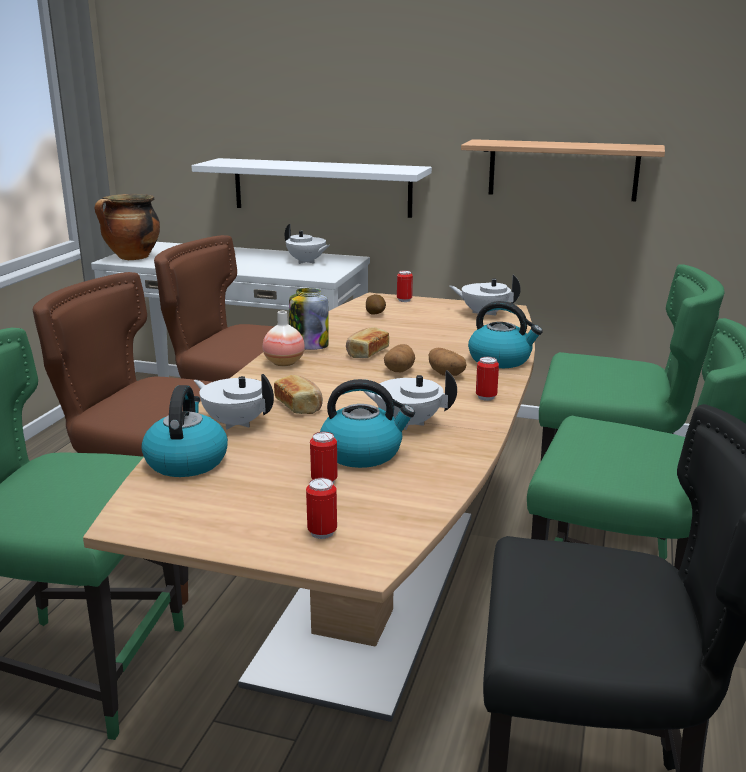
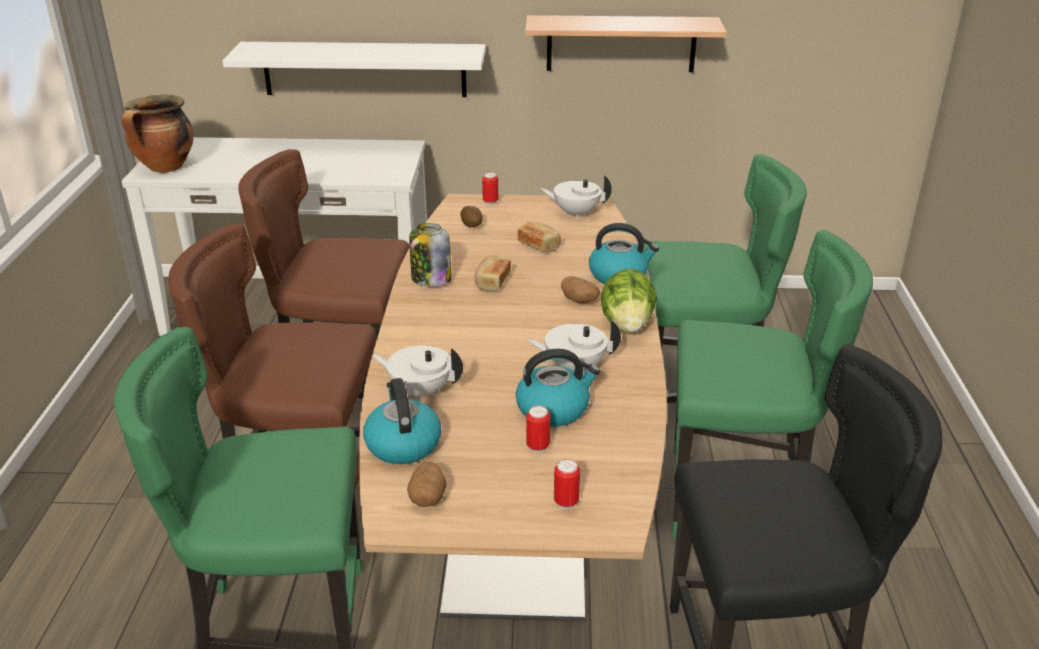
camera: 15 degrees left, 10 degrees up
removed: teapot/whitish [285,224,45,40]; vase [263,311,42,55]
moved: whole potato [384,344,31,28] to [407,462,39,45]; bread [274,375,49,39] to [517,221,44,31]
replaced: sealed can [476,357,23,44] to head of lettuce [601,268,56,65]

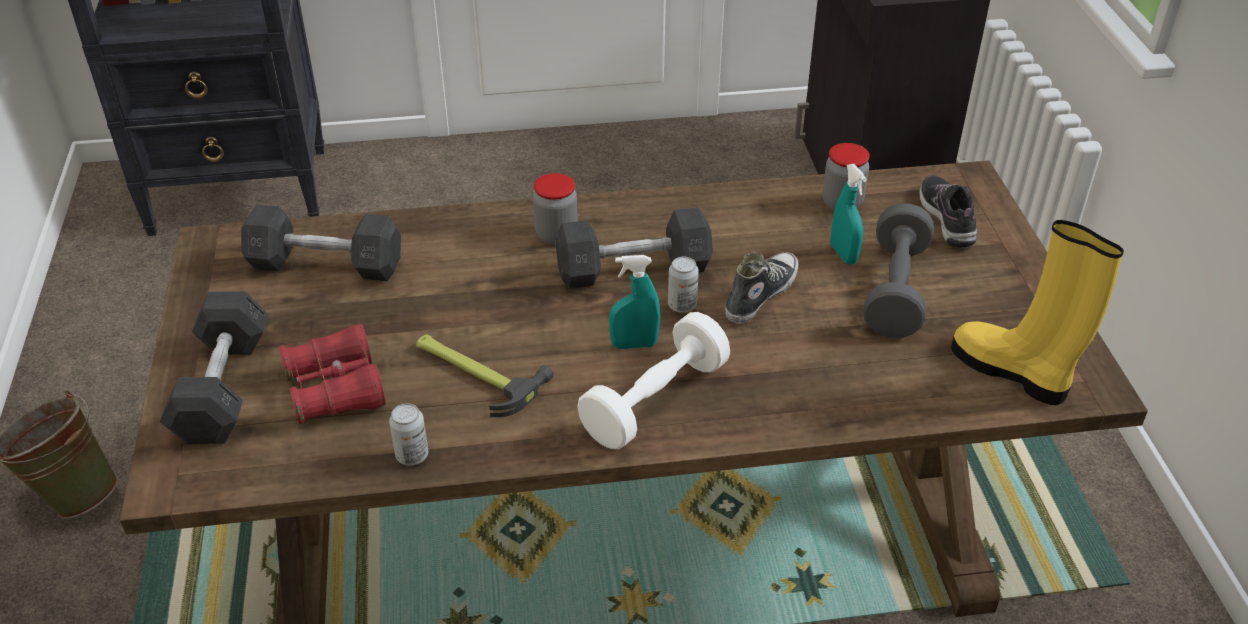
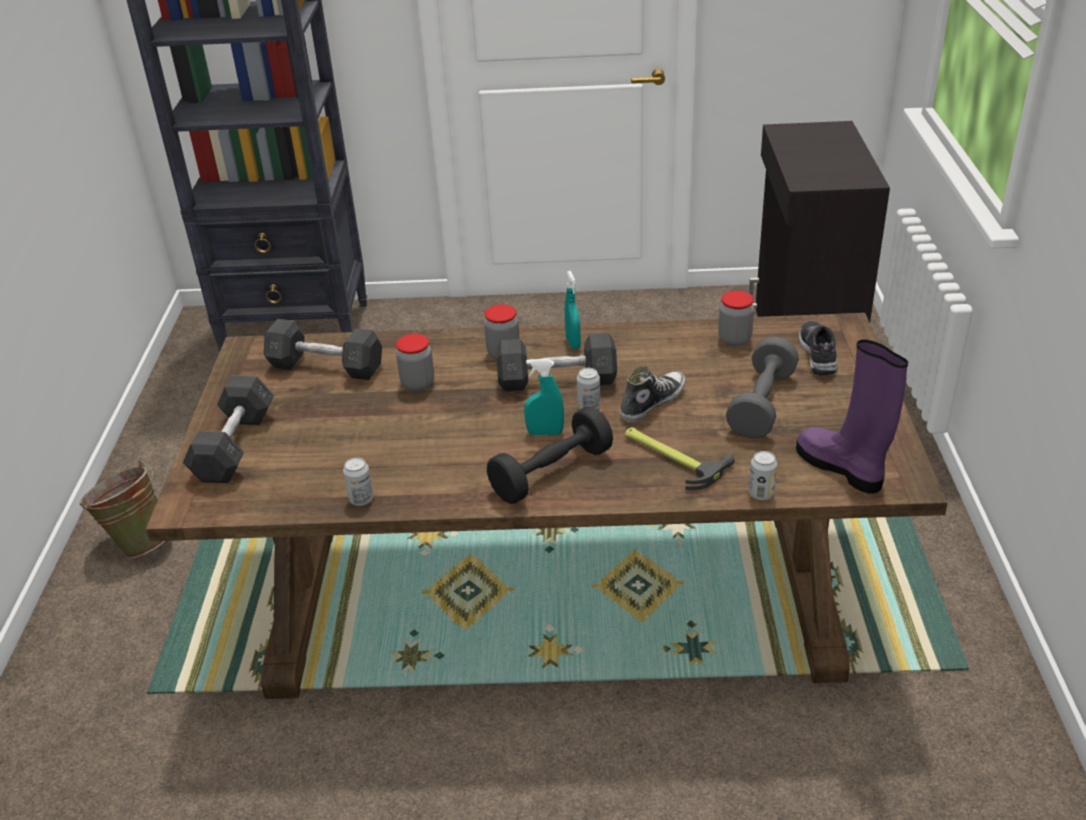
camera: 10 degrees right, 5 degrees down
removed: binoculars/red-coloured [279,324,107,100]
added: preserve jar [396,334,38,57]; sealed can [749,451,28,49]
moved: spray bottle/blue-green [831,164,36,100] to [565,271,16,78]; hand hammer [416,334,138,83] to [625,427,110,63]
recoloured: high-top boot/yellowish [951,220,173,185] to high-top boot/purple-coloured [796,339,112,155]; hand weight/whitish [578,312,152,137] to hand weight/black [487,406,126,98]

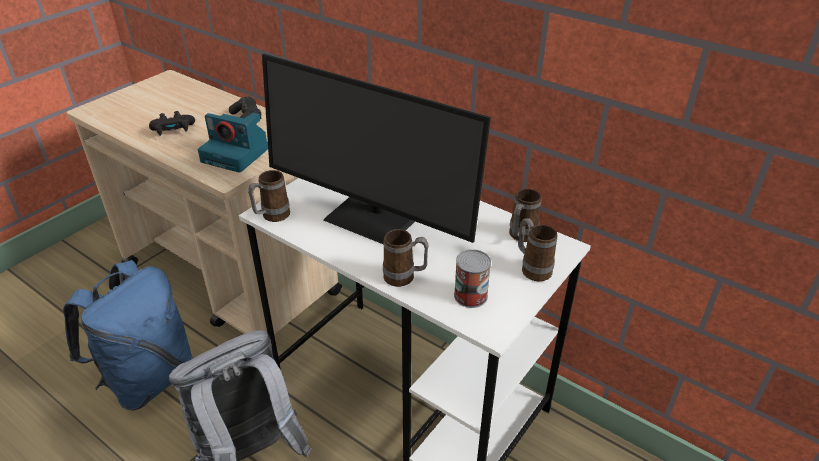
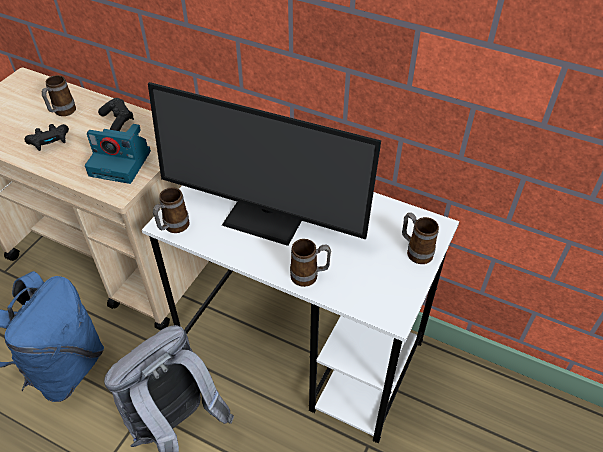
camera: 10 degrees left, 10 degrees up
removed: sealed can [454,249,37,59]
moved: tea mug [509,188,32,54] to [42,75,34,41]

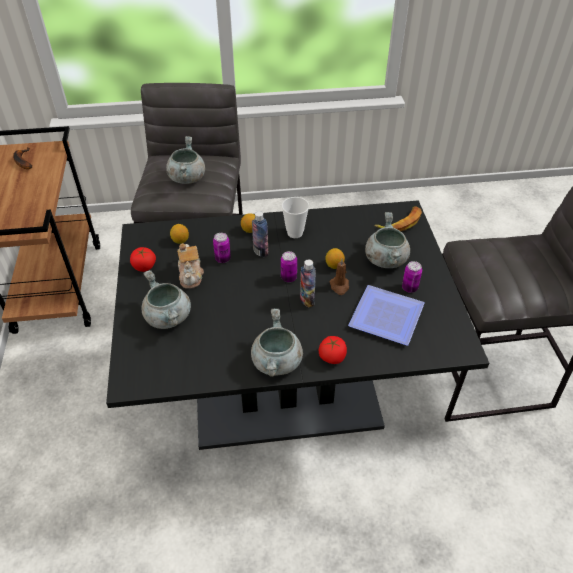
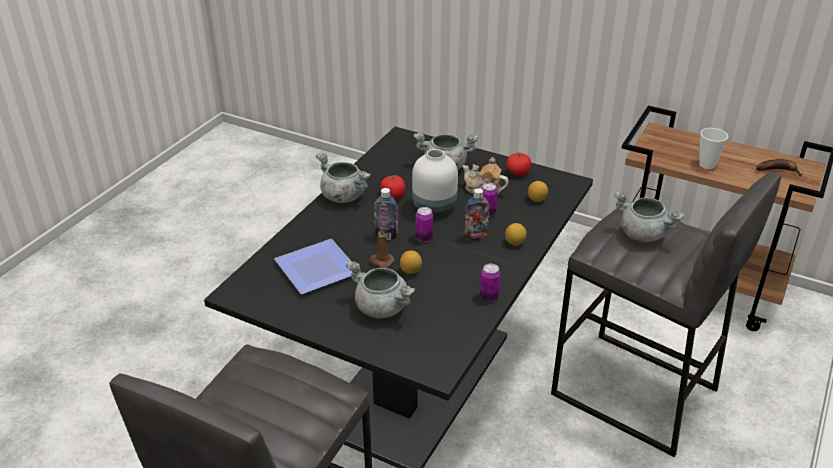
camera: 125 degrees right, 10 degrees down
removed: whole banana [374,207,48,24]
added: vase/whitish [412,149,46,67]
moved: drinking cup [282,197,27,41] to [699,128,29,41]; sealed can [402,261,20,32] to [480,264,21,37]; tomato [319,336,28,28] to [380,175,26,24]

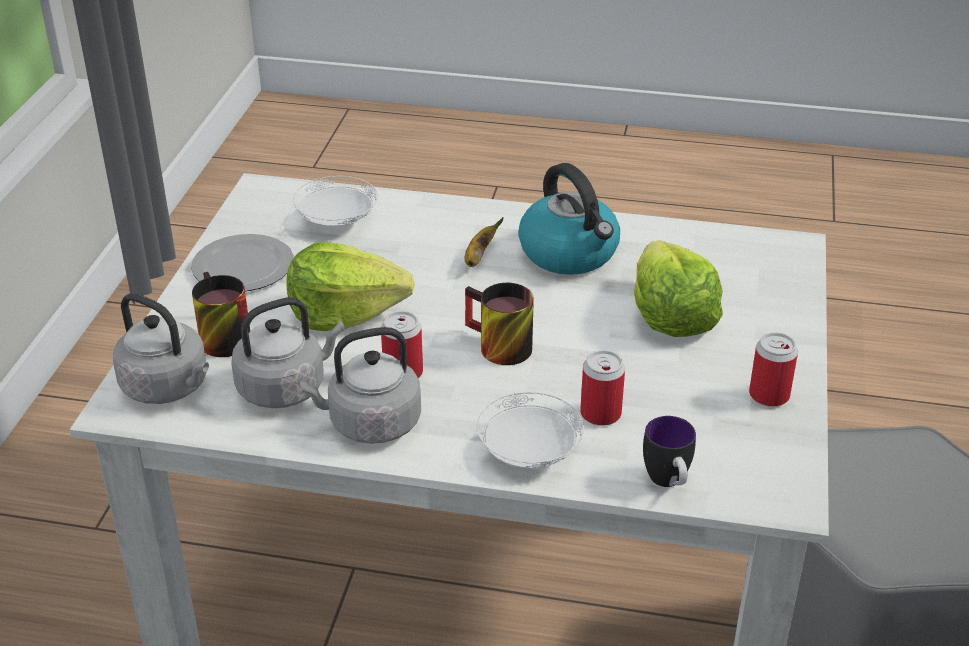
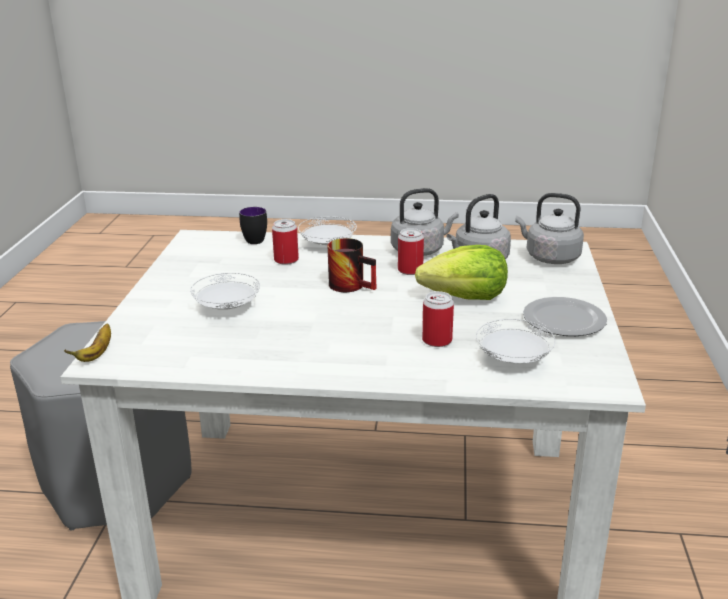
camera: 175 degrees right, 10 degrees down
removed: water kettle [518,163,102,112]; tea mug [192,272,58,85]
moved: whole banana [464,217,39,50] to [64,323,47,39]; sealed can [749,333,49,74] to [422,291,32,56]
replaced: head of lettuce [634,240,89,97] to flat dish/whitish [190,273,70,37]

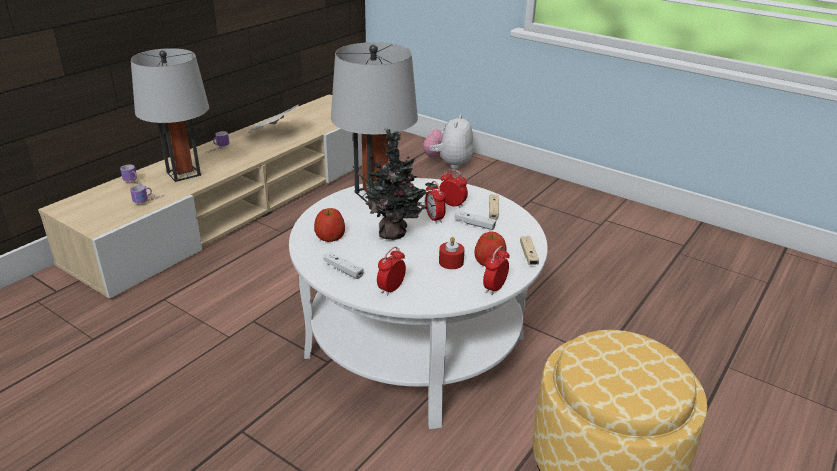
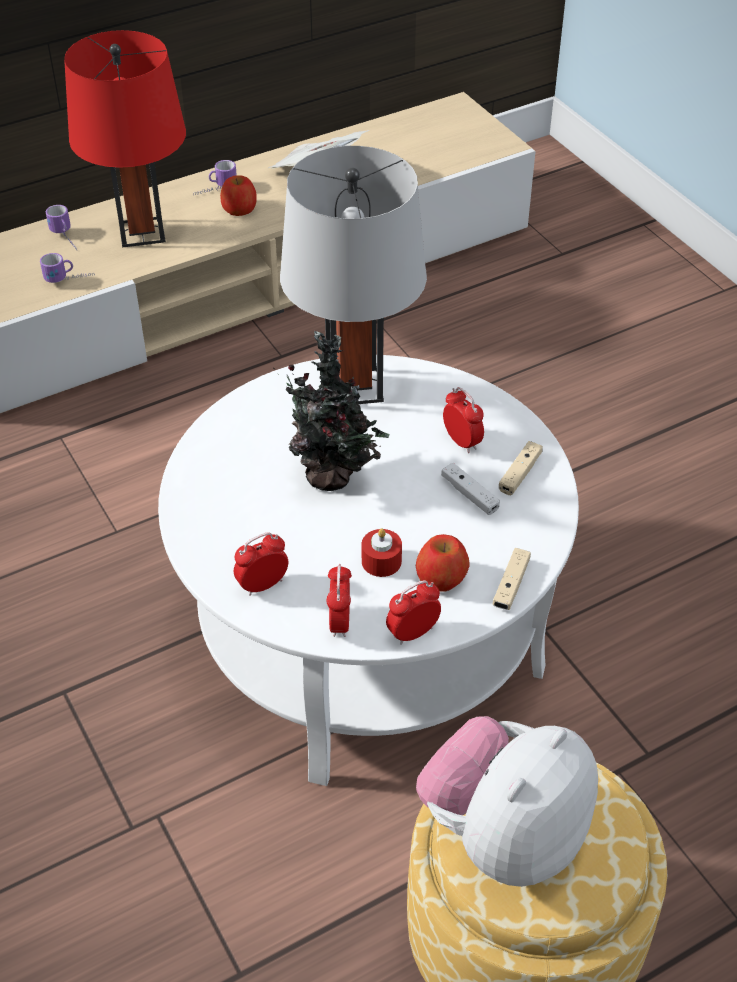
camera: 25 degrees right, 15 degrees up
removed: game controller/whitish [323,252,41,27]
moved: cuddly toy [423,114,51,55] to [416,716,182,171]; alarm clock [425,181,21,43] to [326,564,26,73]; apple [314,208,31,34] to [220,175,37,41]
recoloured: tabletop lamp/greyish [131,48,78,134] to tabletop lamp/red-coloured [64,30,122,218]

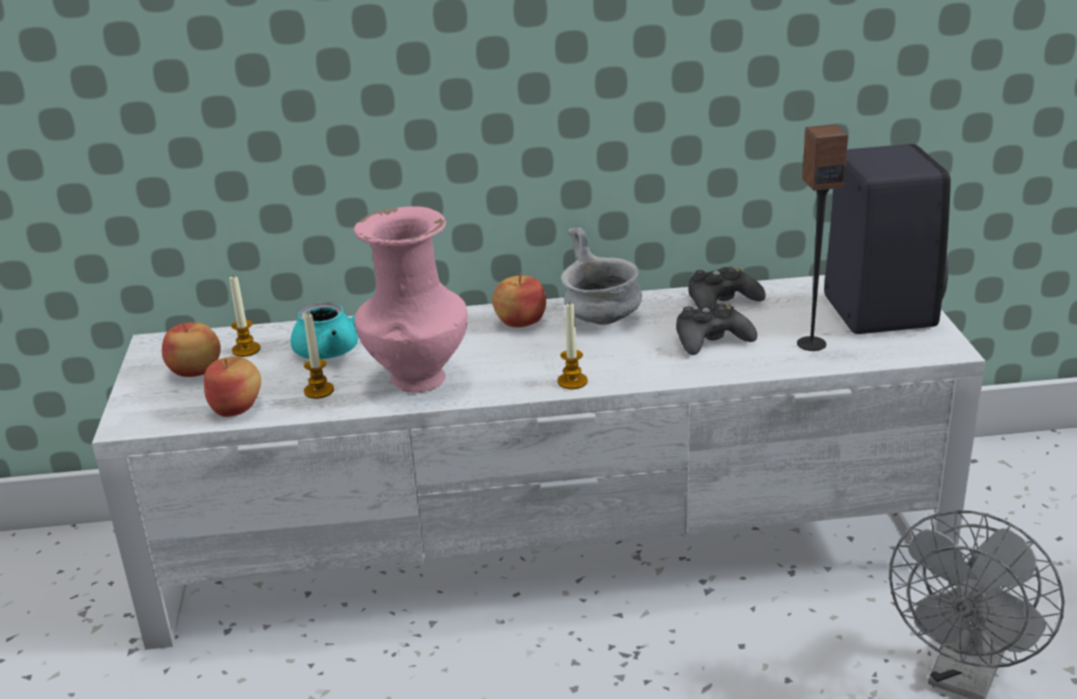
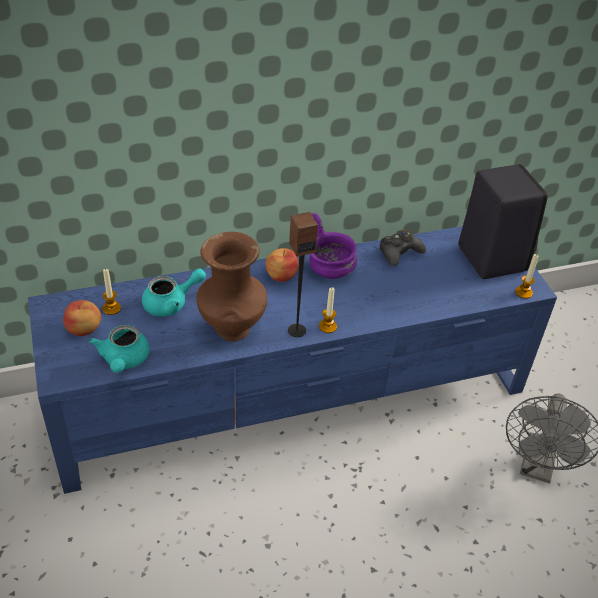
camera: 15 degrees left, 15 degrees up
removed: game controller/black [676,303,81,52]
moved: loudspeaker [797,124,51,227] to [288,212,30,125]; wax candle [304,312,30,87] to [515,254,23,45]
replaced: apple [204,357,57,60] to teapot/blue-green [89,325,61,48]
recoloured: vase/pinkish [354,206,114,187] to vase/brown-coloured [196,232,71,110]; deep dish/greyish [561,228,81,97] to deep dish/purple-coloured [309,213,48,66]; media console/whitish [92,275,893,375] to media console/bluish [28,226,529,268]

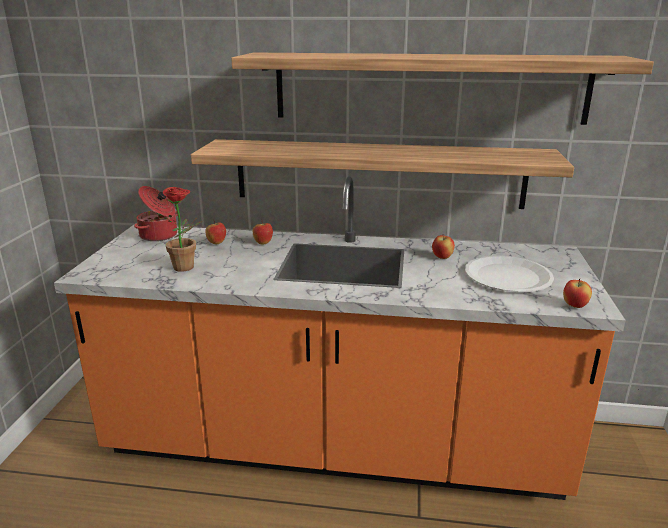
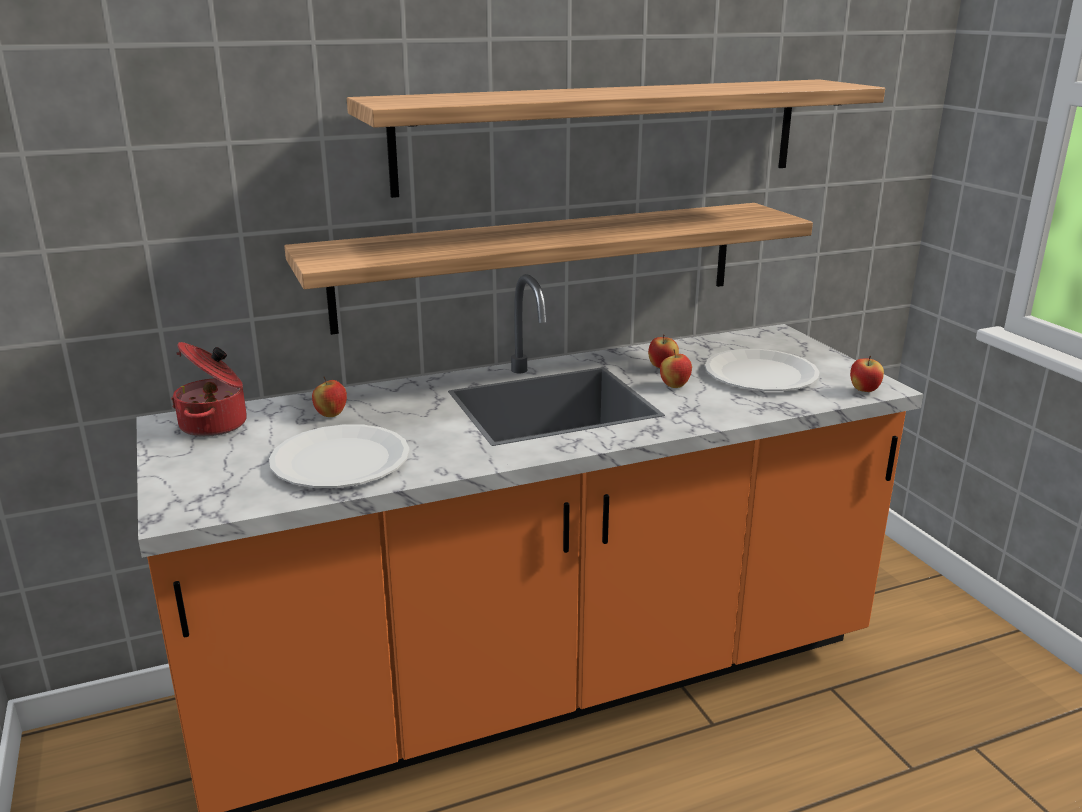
camera: 30 degrees left, 0 degrees up
moved: apple [253,219,20,26] to [660,349,32,39]
replaced: potted plant [157,187,45,85] to flat dish/whitish [269,425,141,63]

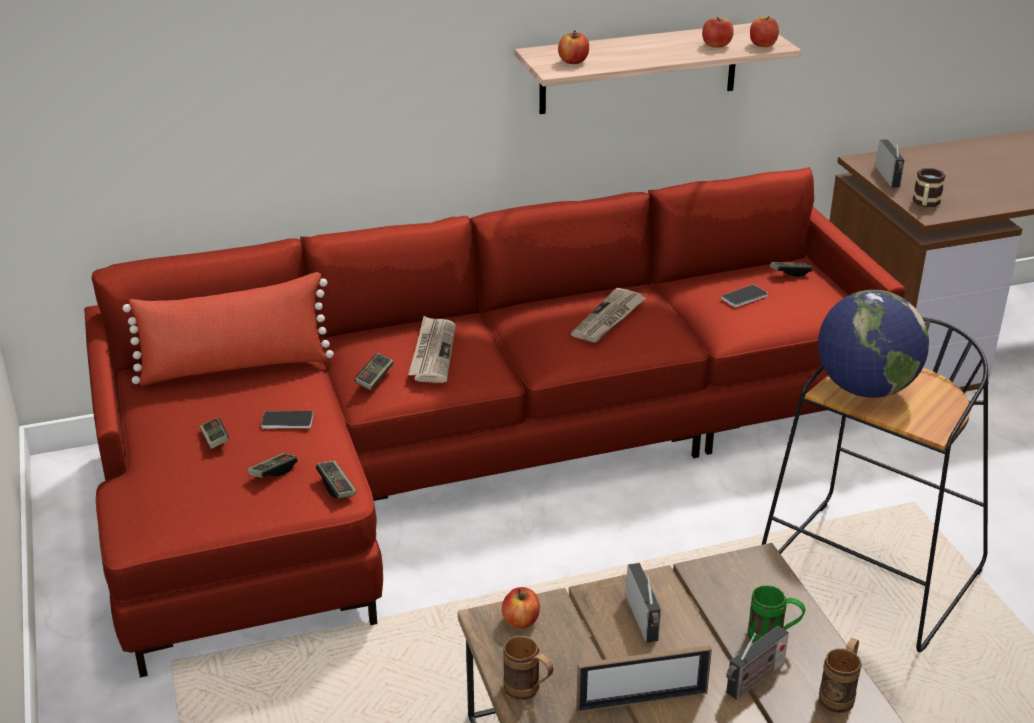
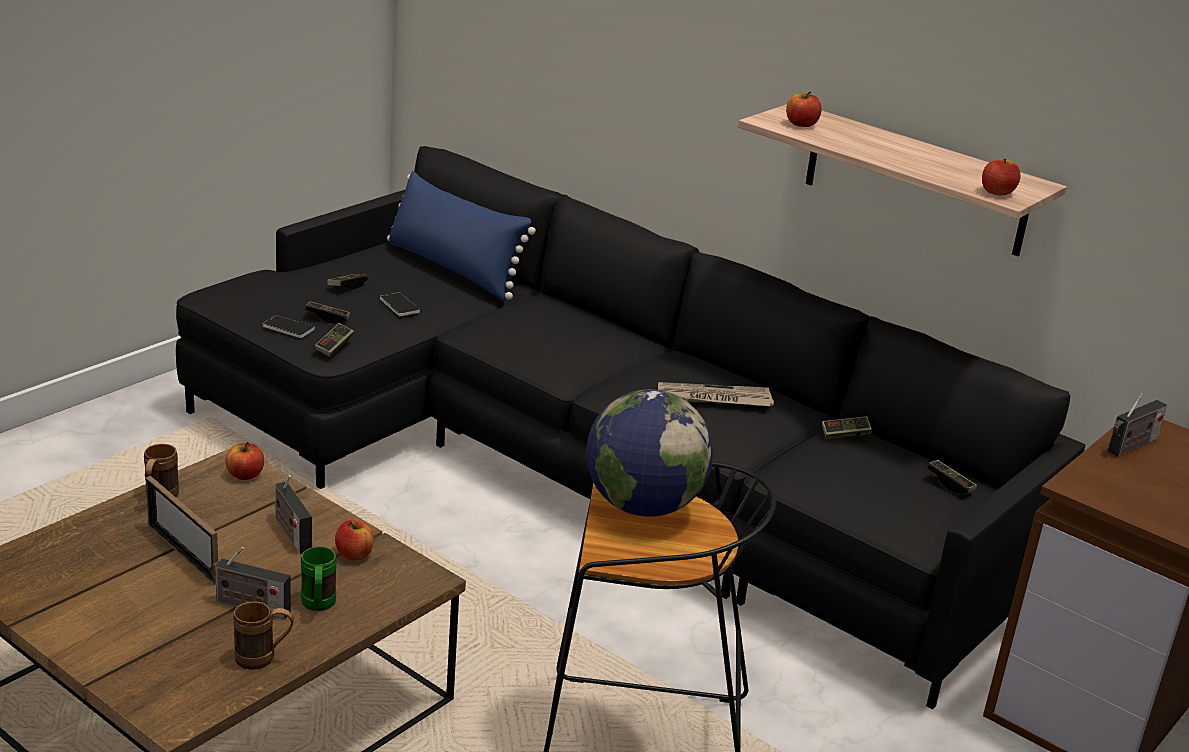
camera: 55 degrees right, 5 degrees down
removed: tea mug [913,168,32,39]; printed paper [408,316,48,67]
moved: apple [702,17,32,31] to [335,520,39,40]; telephone [722,285,46,22] to [263,315,52,23]; game controller [355,353,39,37] to [822,416,50,23]
recoloured: sofa/red-coloured [84,167,821,511] to sofa/black [176,146,910,563]; pillow/red-coloured [123,272,211,113] to pillow/bluish [387,171,149,129]
turned: radio set [626,563,35,80] = [275,475,37,79] 105 degrees clockwise

